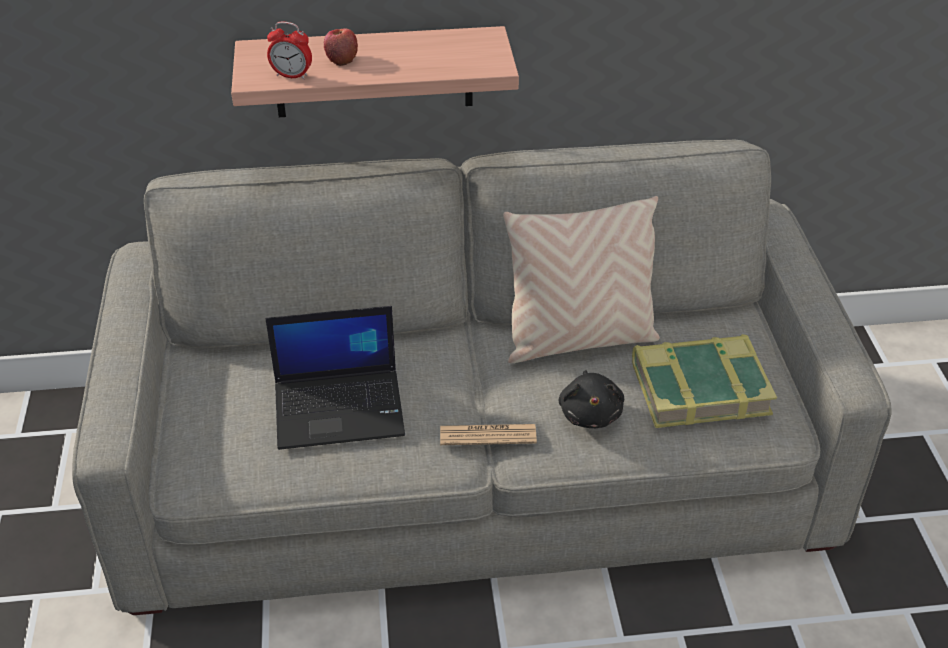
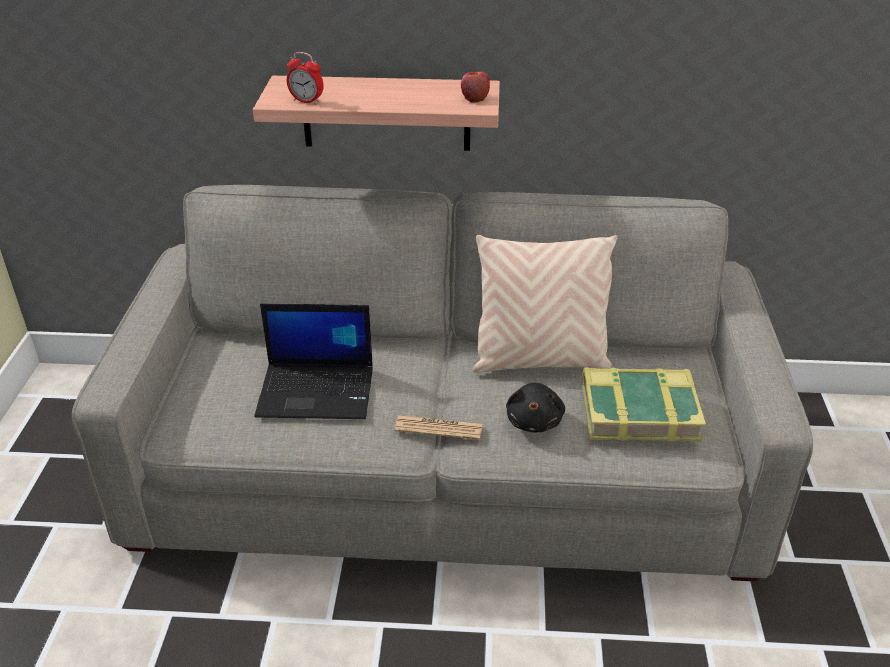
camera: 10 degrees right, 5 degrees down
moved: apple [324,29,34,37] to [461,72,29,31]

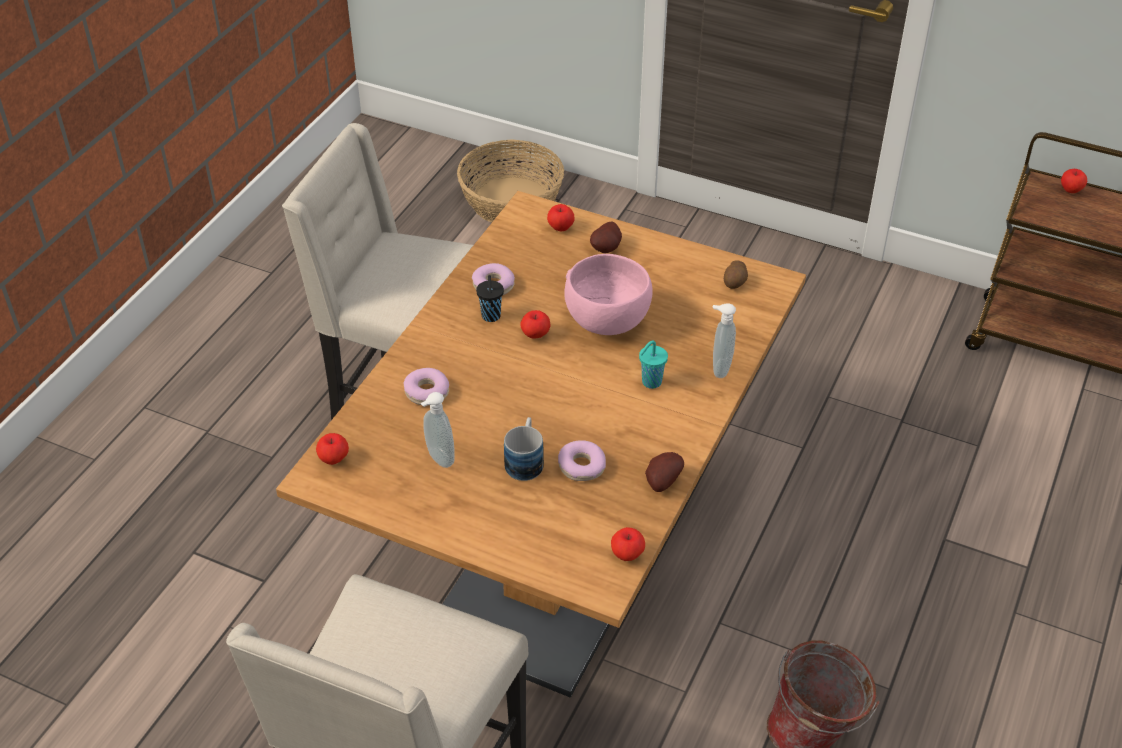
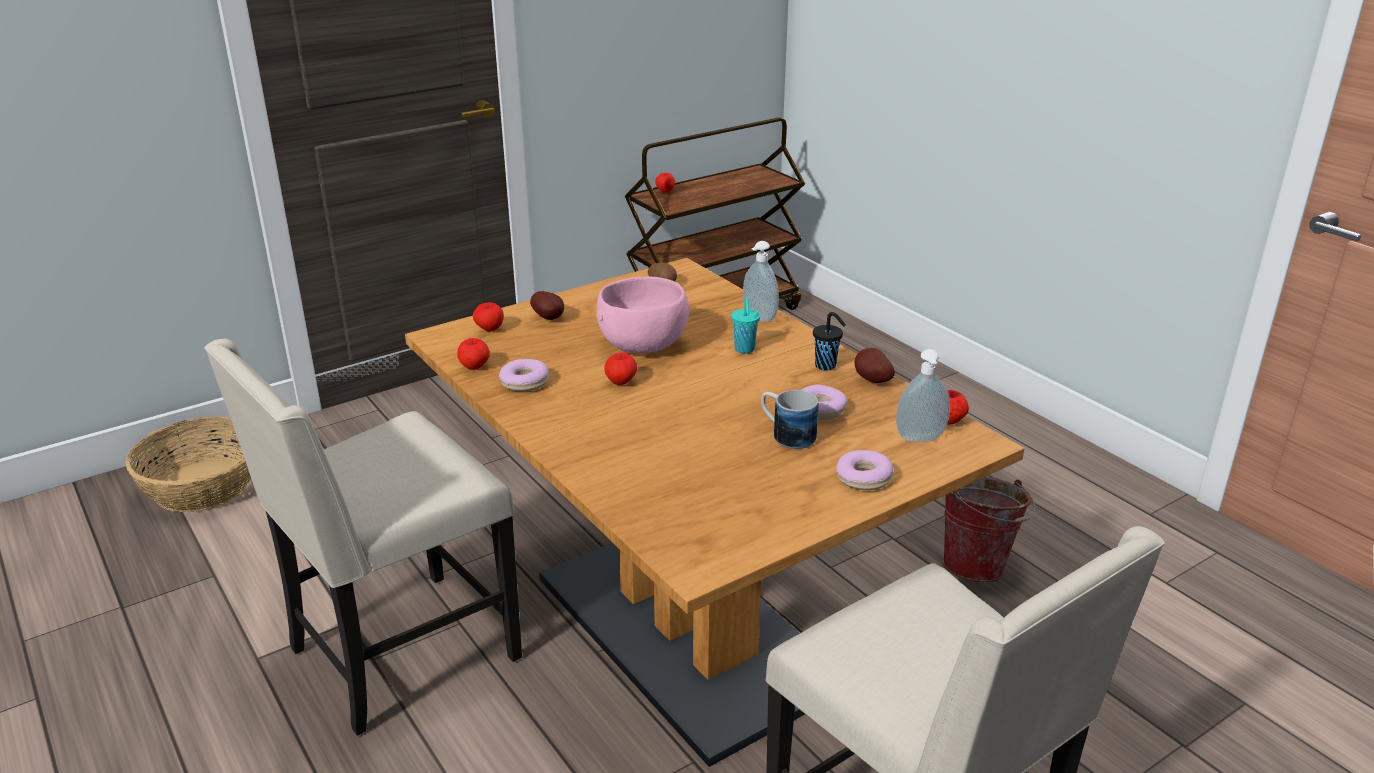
camera: 60 degrees left, 15 degrees down
moved: drinking cup/black [476,275,28,47] to [813,312,33,59]; ring doughnut [403,368,46,38] to [836,450,57,40]; soap bottle [420,392,35,76] to [896,349,54,93]; apple [316,433,33,32] to [457,338,33,32]

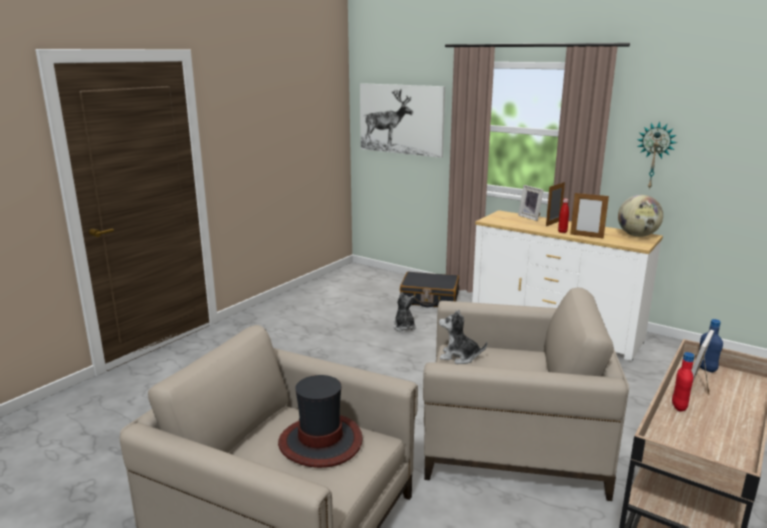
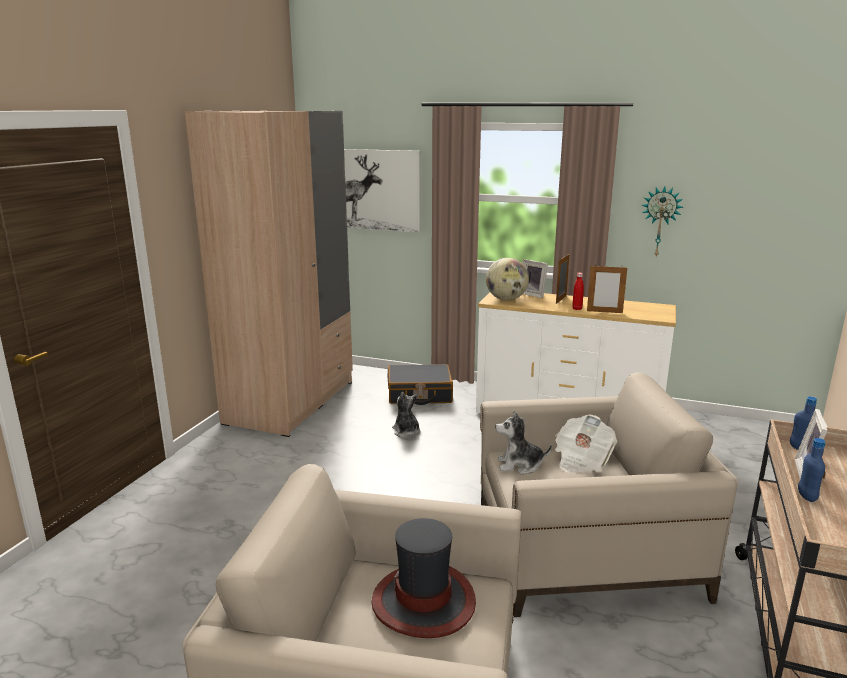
camera: 15 degrees left, 0 degrees up
added: clothes cupboard/sand-coloured [184,110,169,327]; printed paper [555,415,62,58]
moved: globe [618,195,45,42] to [486,258,43,43]
recoloured: beverage bottle/red-coloured [672,352,23,60] to beverage bottle/bluish [798,438,28,64]

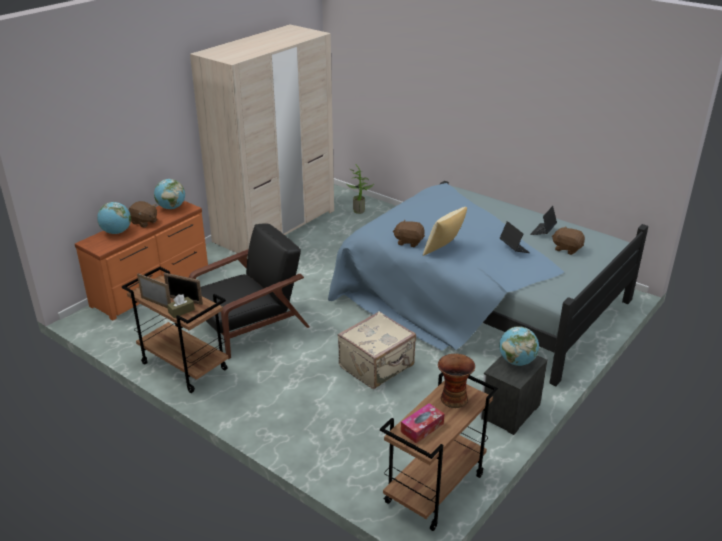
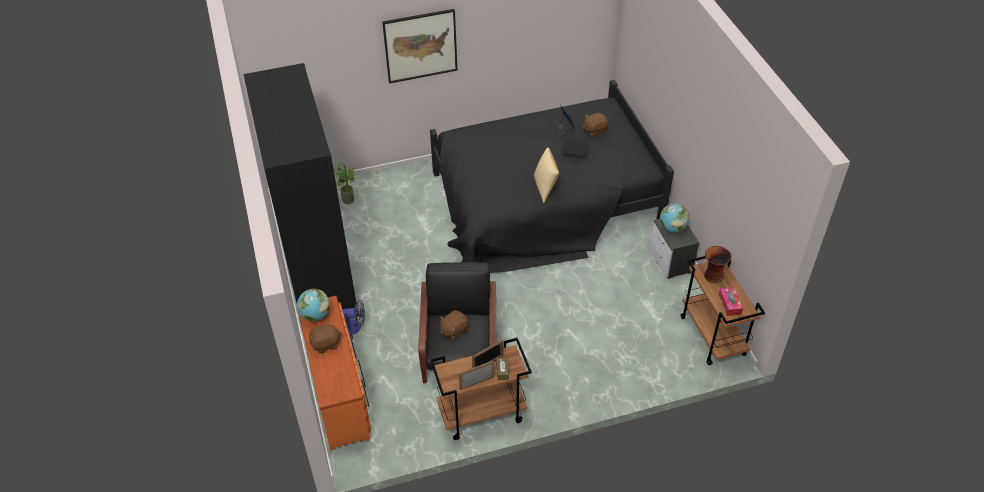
camera: 55 degrees left, 15 degrees up
removed: globe [97,202,34,32]; travel case/sand-coloured [338,311,78,78]
added: picture [382,9,75,75]; fan [342,300,23,35]
moved: cuddly toy/brown-coloured [393,219,32,28] to [440,310,29,30]
recoloured: clothes cupboard/sand-coloured [190,24,144,233] to clothes cupboard/black [244,63,112,246]; bed/bluish [328,181,320,205] to bed/black [430,80,244,193]

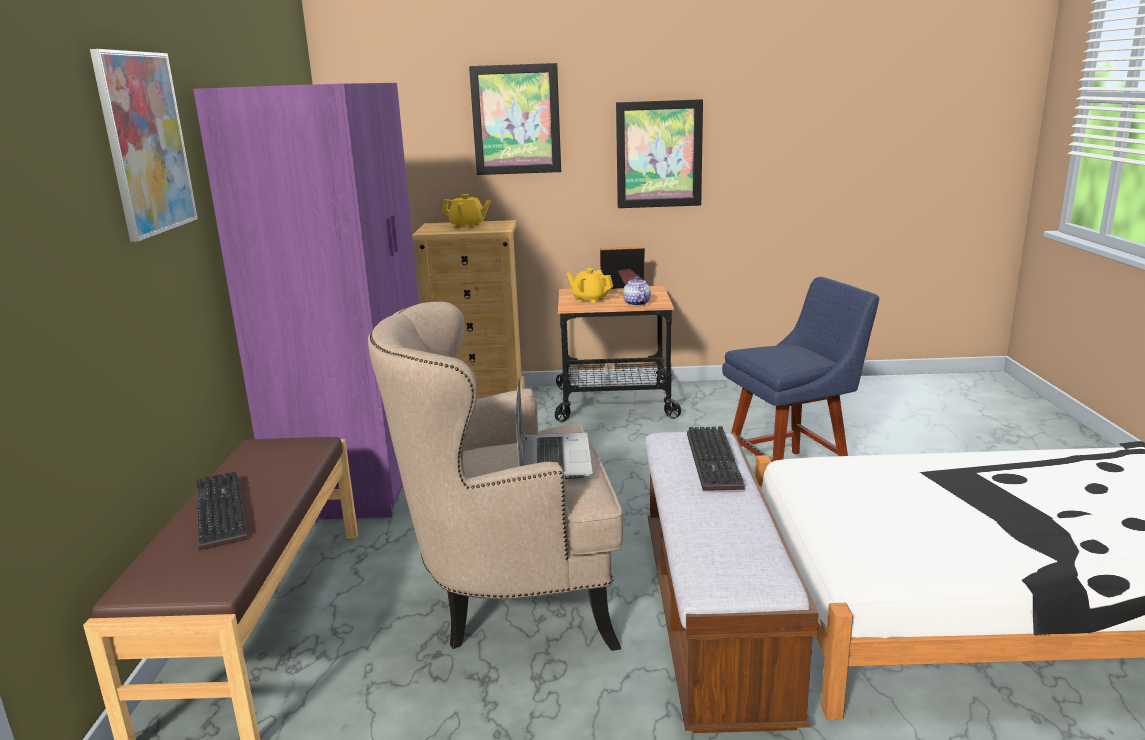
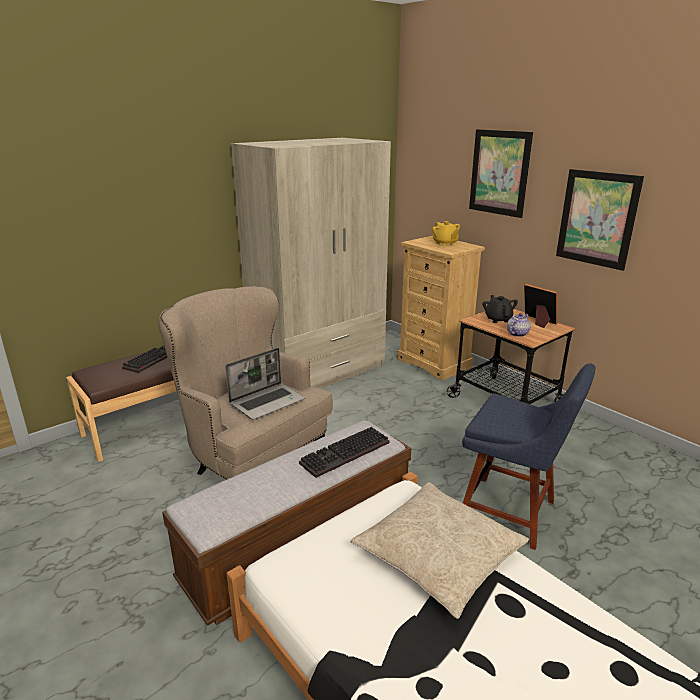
camera: 50 degrees right, 5 degrees up
removed: picture [90,49,108,193]
added: pillow/sand-coloured [350,482,179,137]
recoloured: clothes cupboard/purple-coloured [193,83,226,437] to clothes cupboard/sand-coloured [231,138,160,251]; teapot/yellowish [567,268,46,35] to teapot/black [483,295,35,28]

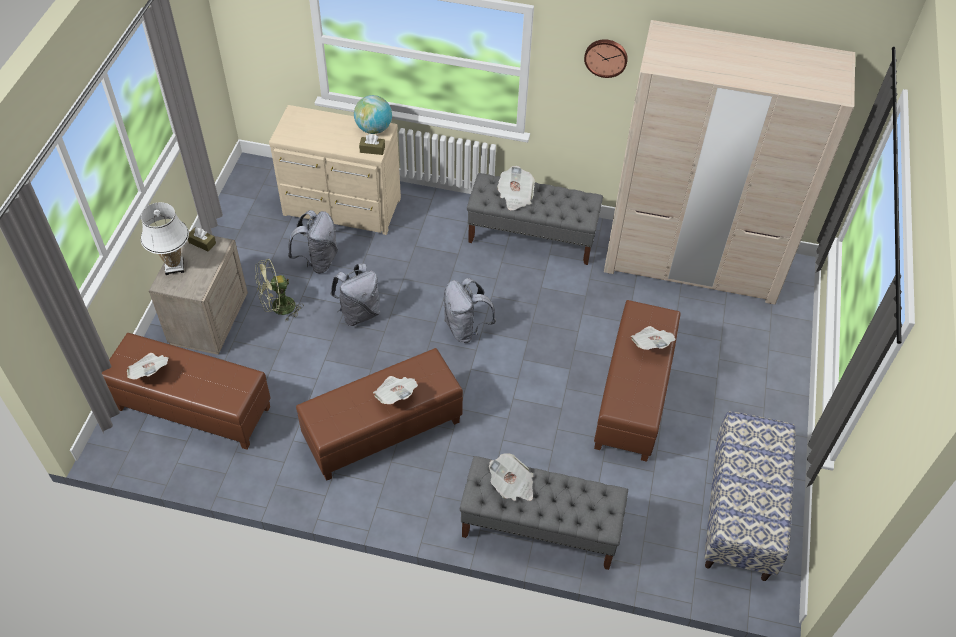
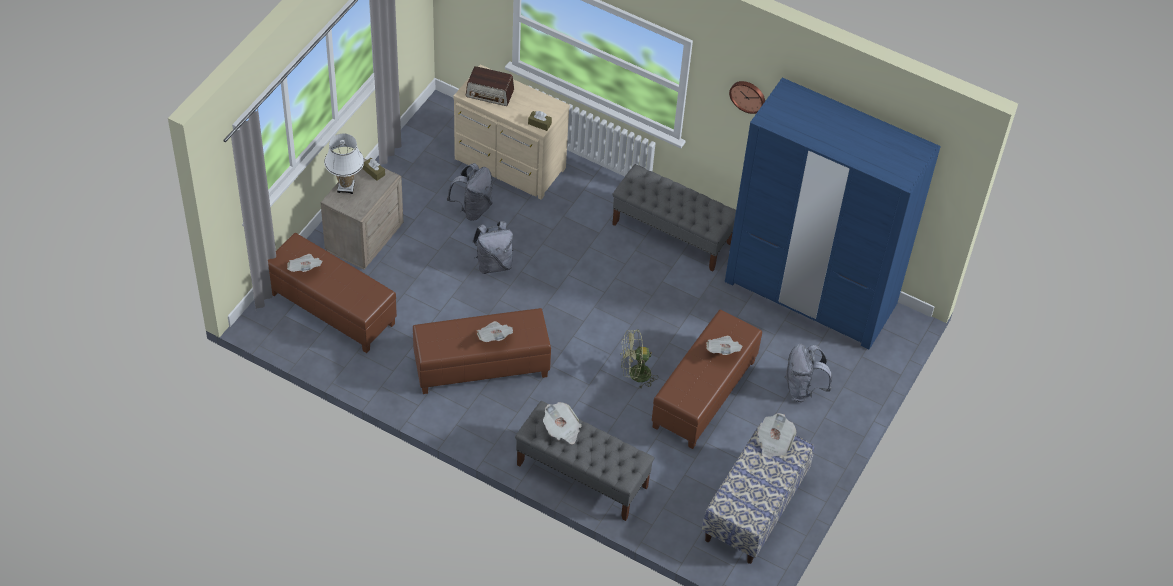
camera: 15 degrees right, 0 degrees up
removed: globe [354,95,38,39]
added: radio set [466,66,48,40]
moved: printed paper [497,166,38,45] to [757,413,39,44]; fan/green-coloured [255,258,49,63] to [620,329,37,60]; backpack/greyish [443,278,53,65] to [785,344,47,58]
recoloured: clothes cupboard/sand-coloured [604,20,251,285] to clothes cupboard/bluish [725,78,216,271]

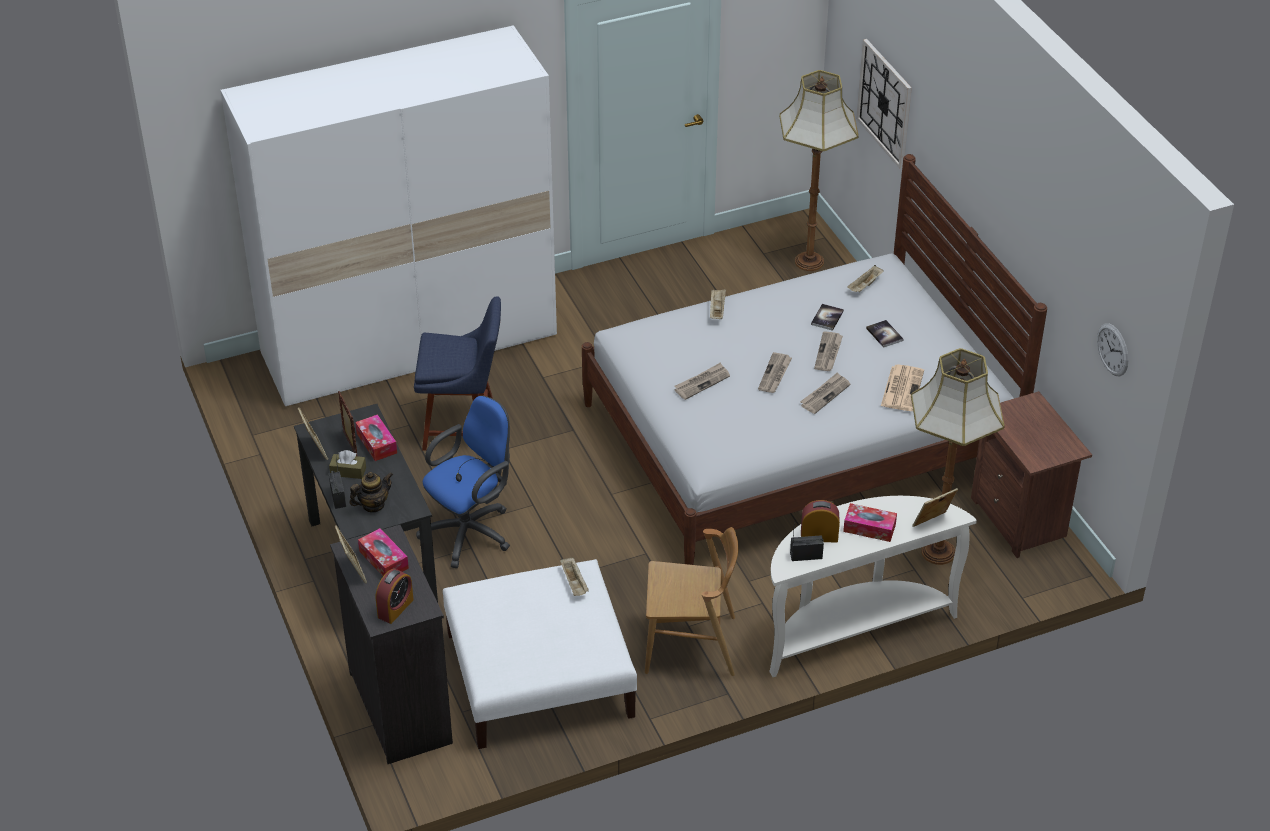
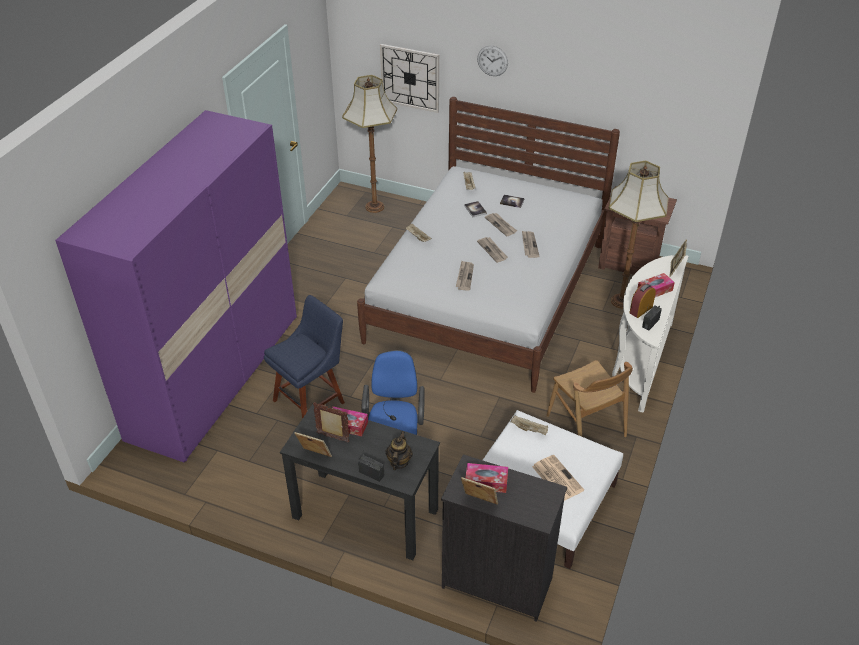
camera: 45 degrees left, 0 degrees up
removed: tissue box/brown-coloured [329,450,37,29]; alarm clock [376,569,38,55]
moved: hanging clock [1097,323,31,53] to [477,45,31,31]; printed paper [881,365,43,46] to [532,455,52,46]
recoloured: clothes cupboard/whitish [221,25,336,381] to clothes cupboard/purple-coloured [55,110,242,352]
turned: chair/brown-coloured [645,527,94,149] = [546,360,87,77] 105 degrees clockwise

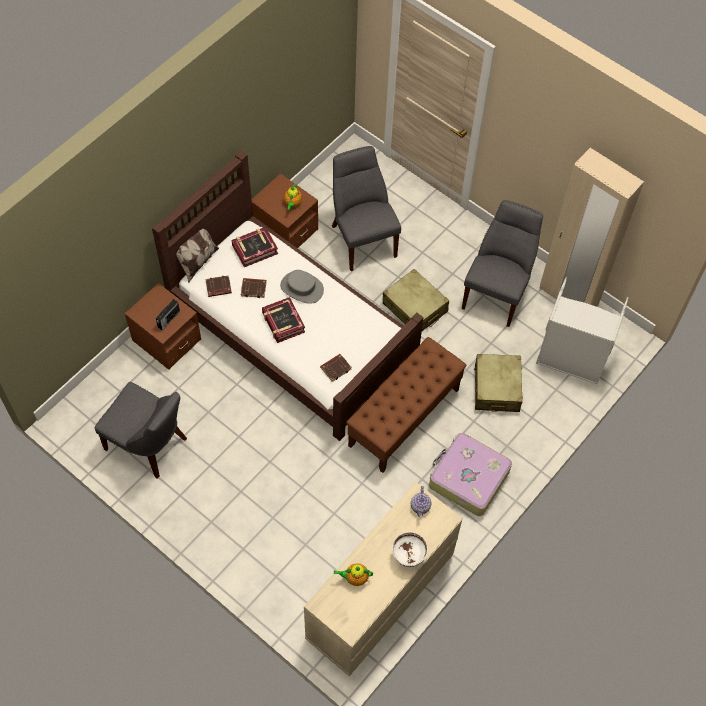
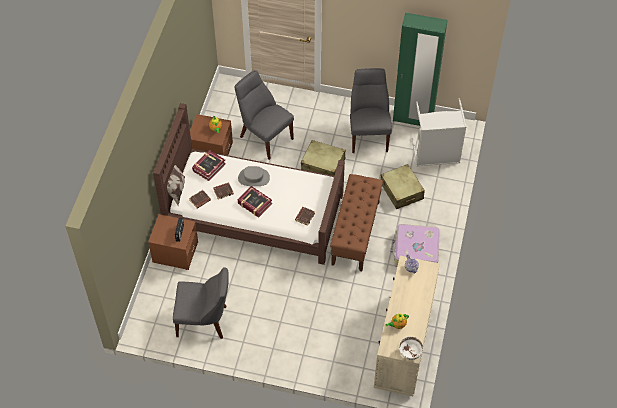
camera: 25 degrees left, 5 degrees down
moved: deep dish/whitish [392,532,36,35] to [399,336,24,24]
recoloured: clothes cupboard/sand-coloured [540,148,104,159] to clothes cupboard/green-coloured [393,13,54,113]

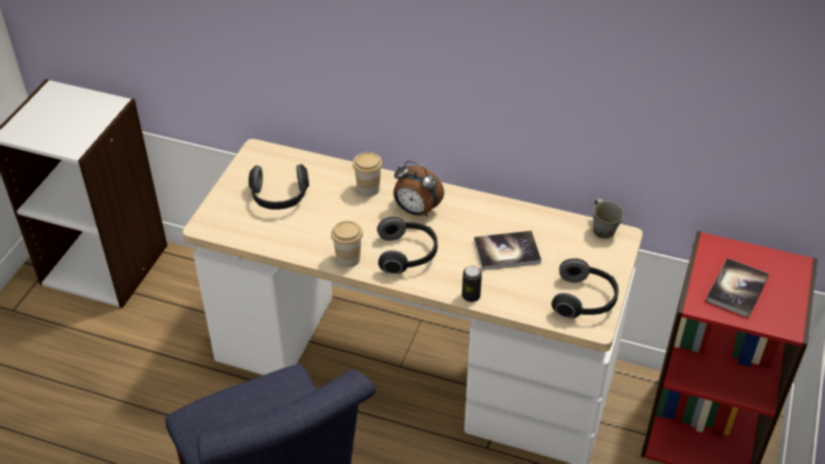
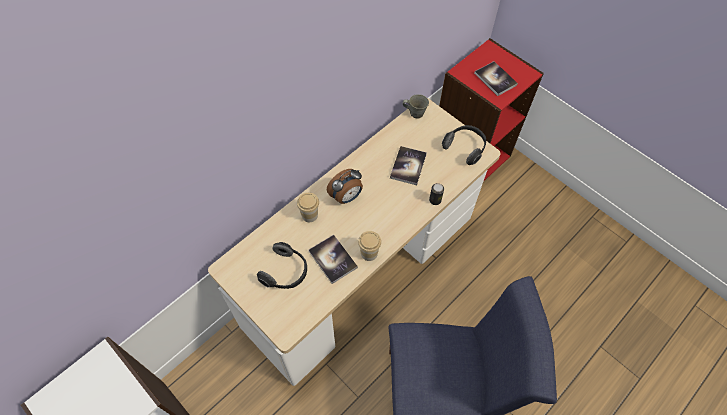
camera: 65 degrees left, 15 degrees up
removed: headset [377,217,61,57]
added: bound book [309,235,49,49]

